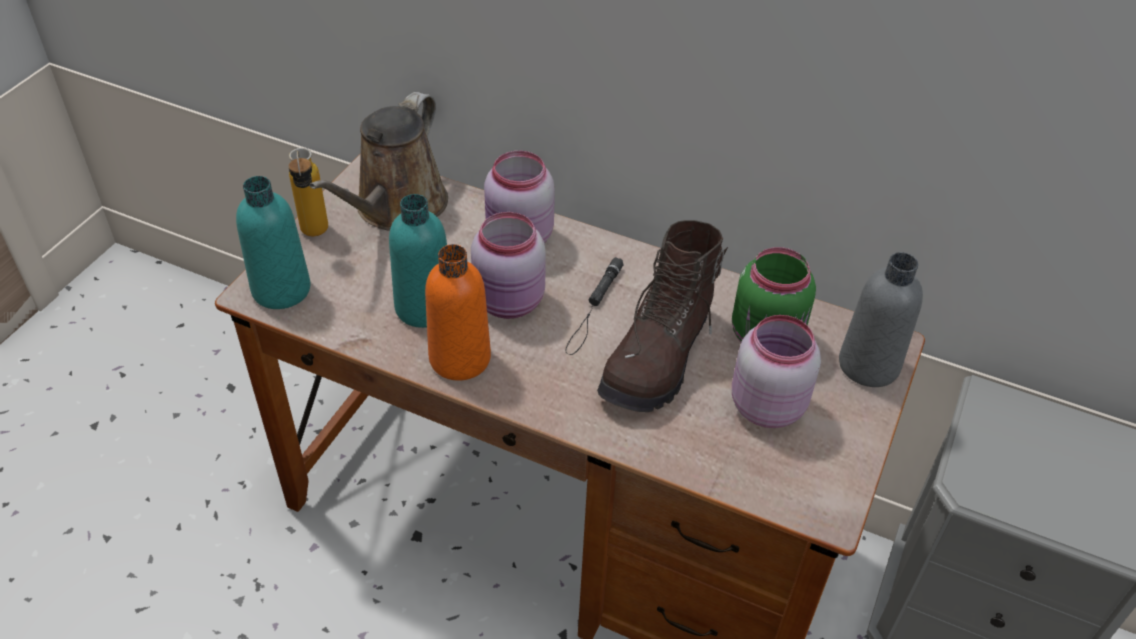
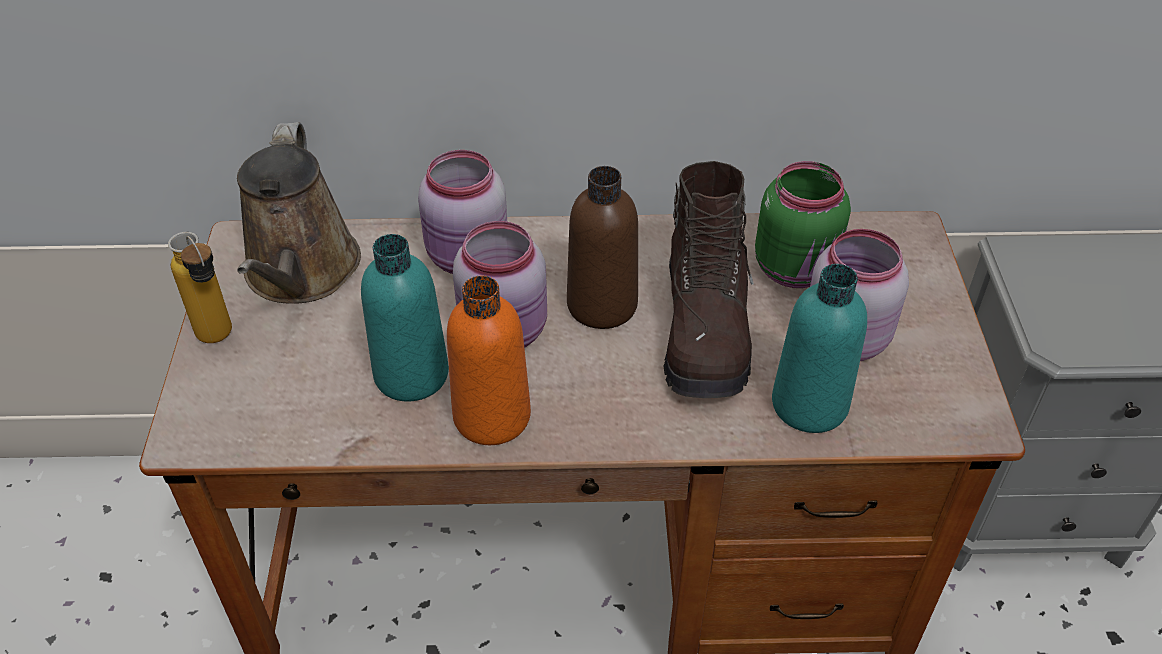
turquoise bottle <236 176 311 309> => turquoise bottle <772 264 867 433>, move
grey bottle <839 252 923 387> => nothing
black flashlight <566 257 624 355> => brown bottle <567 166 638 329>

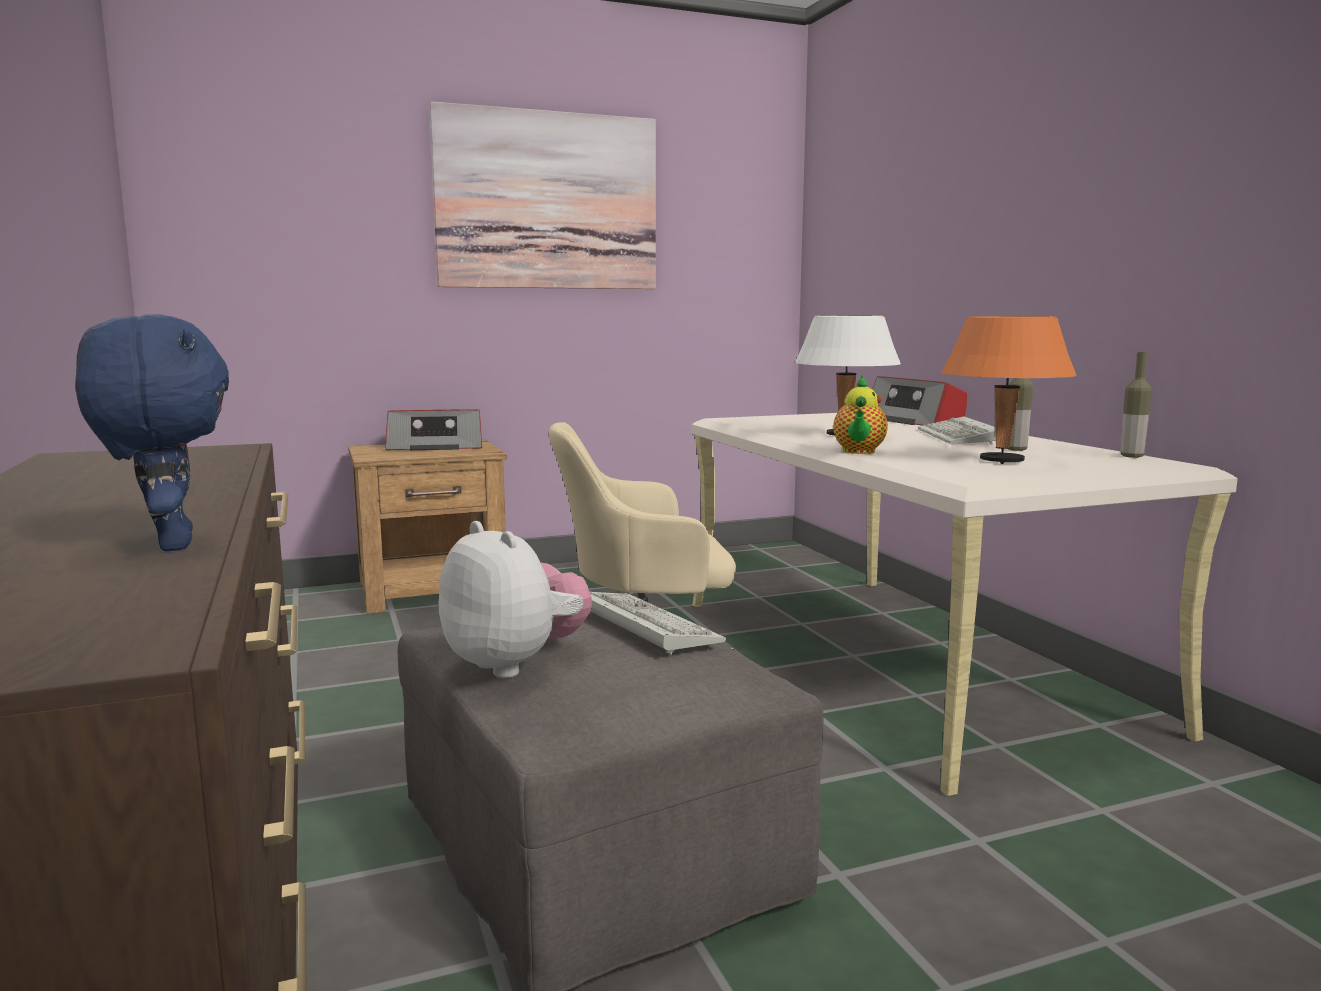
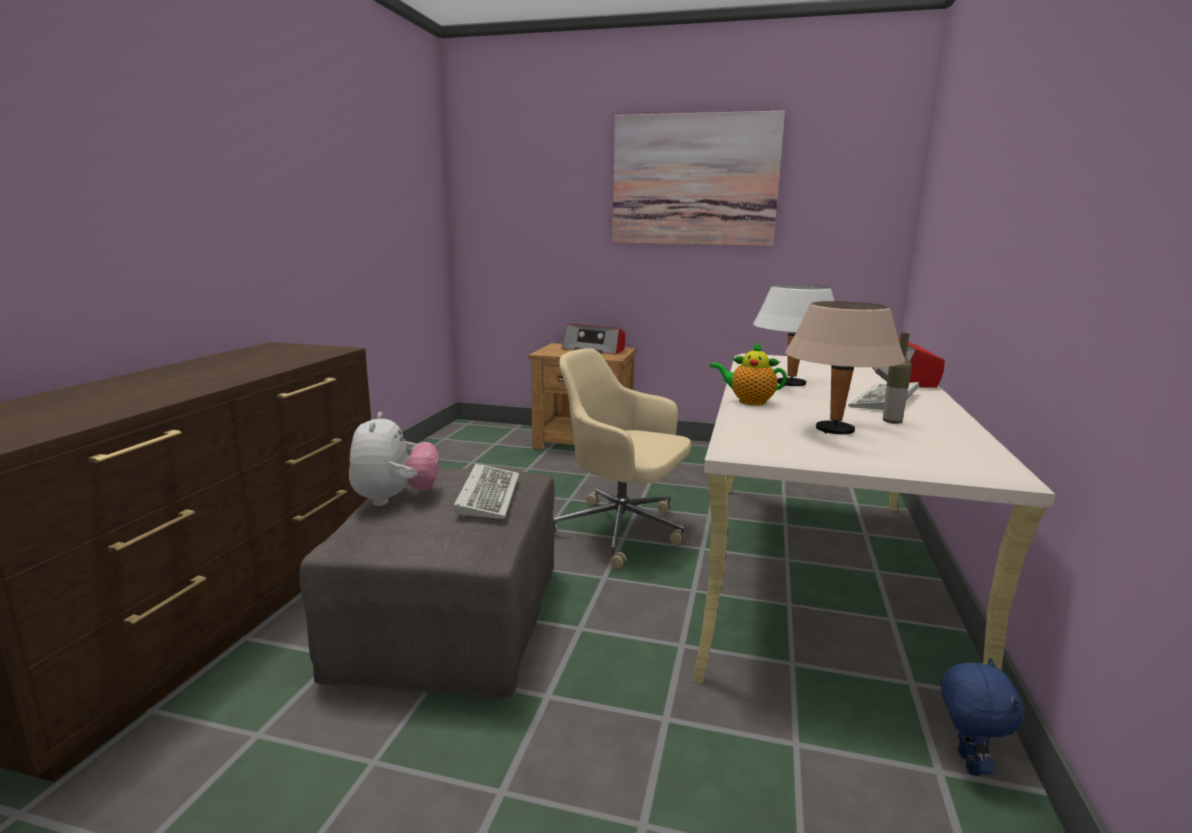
blue plush toy <75 314 229 551> => blue plush toy <941 658 1024 776>, move
orange table lamp <941 316 1077 464> => beige table lamp <785 301 905 434>
bottle <1120 352 1152 458> => nothing
teapot <833 376 888 454> => teapot <710 341 787 406>, 60 degrees clockwise

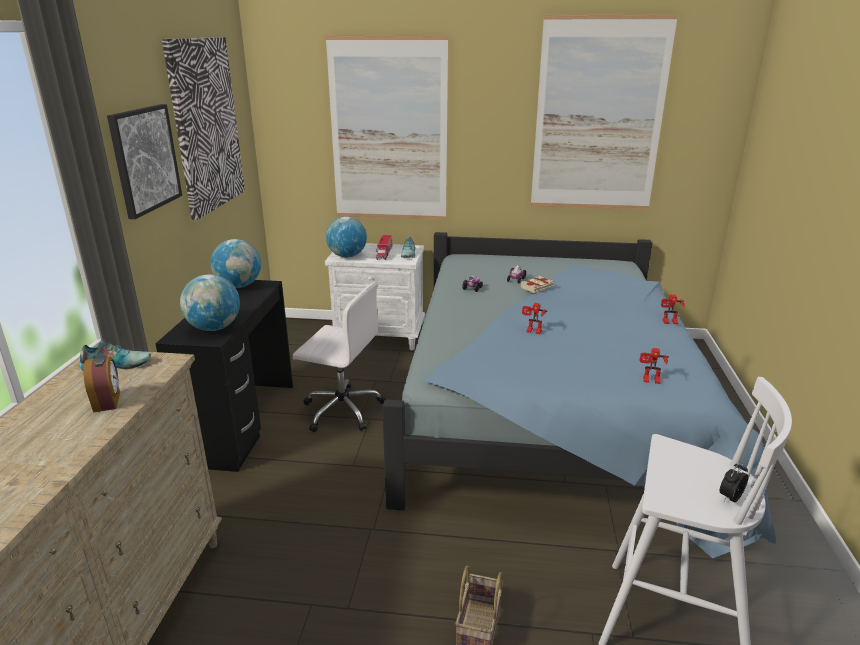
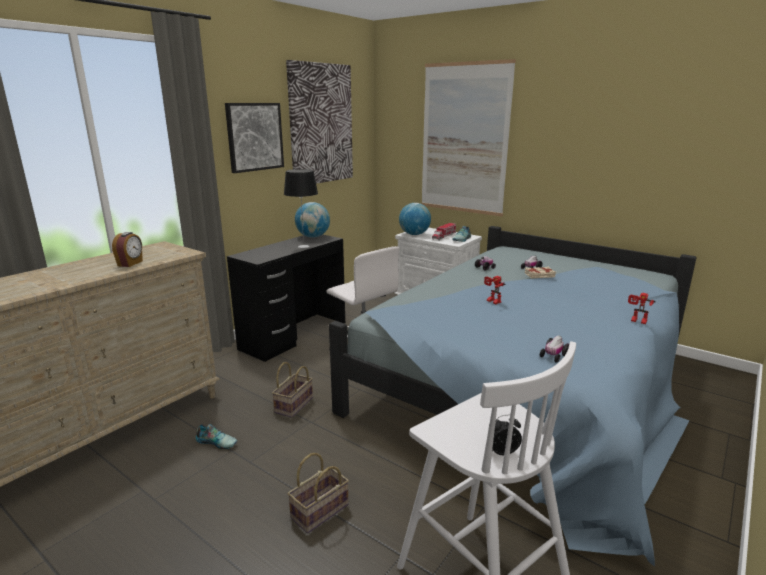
picture <531 14 678 210> => nothing
globe <180 274 240 331> => nothing
shoe <79 340 151 371> => shoe <196 424 237 450>, move
toy robot <640 348 668 384> => toy car <540 335 569 363>
nothing => table lamp <284 169 318 248>
nothing => basket <272 362 313 418>

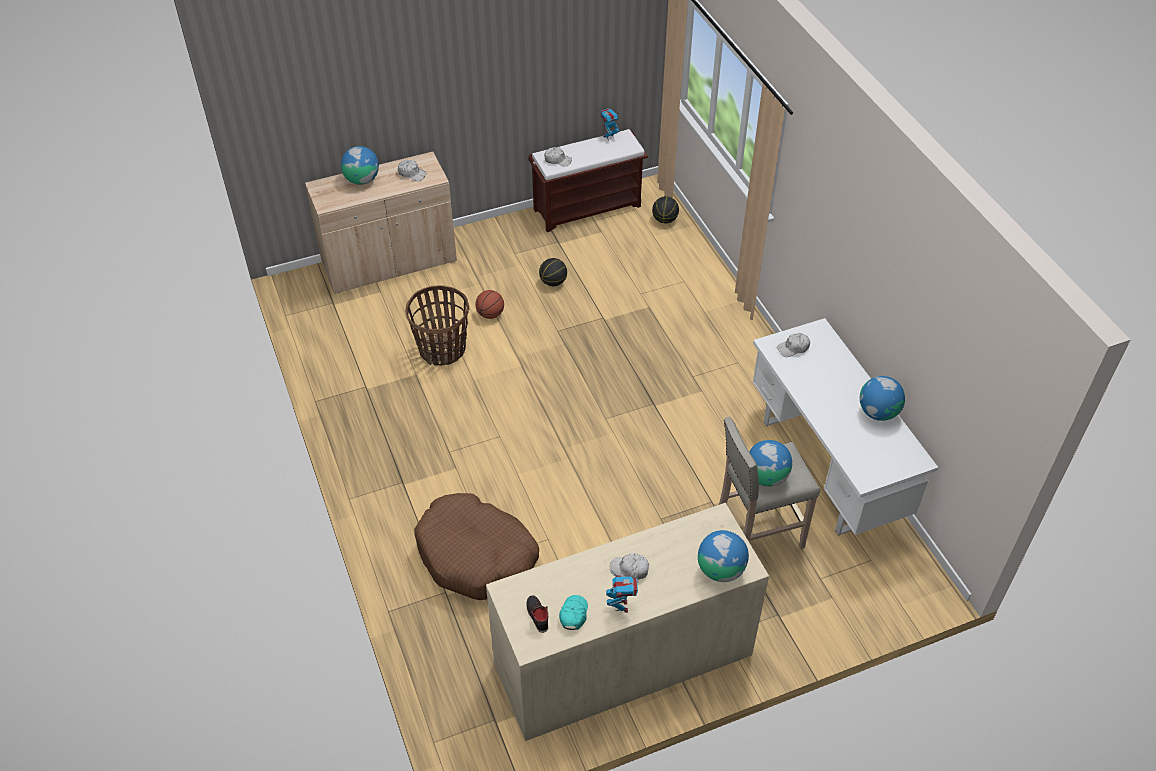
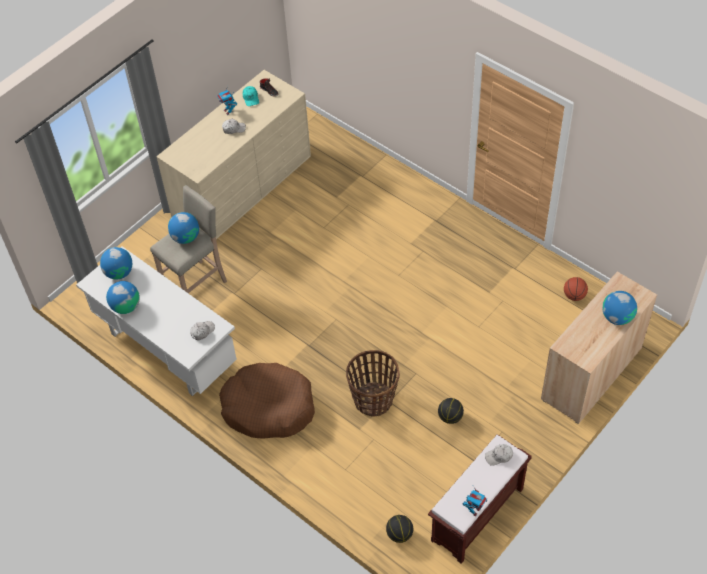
white cap <398 160 427 181> => nothing
basket <405 285 469 366> => basket <346 350 400 417>, move
basketball <475 290 504 319> => basketball <564 277 588 301>, move
brown dog bed <414 493 539 600> => brown dog bed <219 363 315 438>, move
globe <698 530 749 582> => globe <100 247 132 279>, move

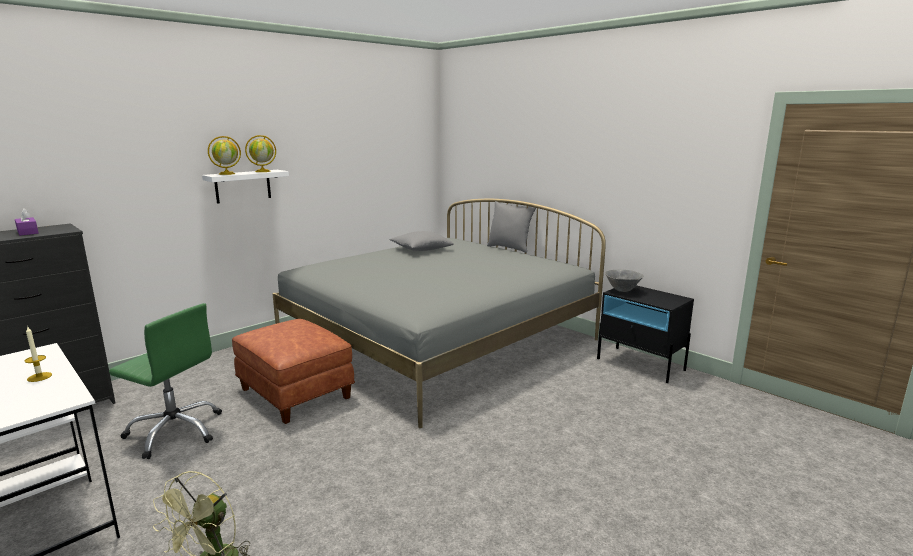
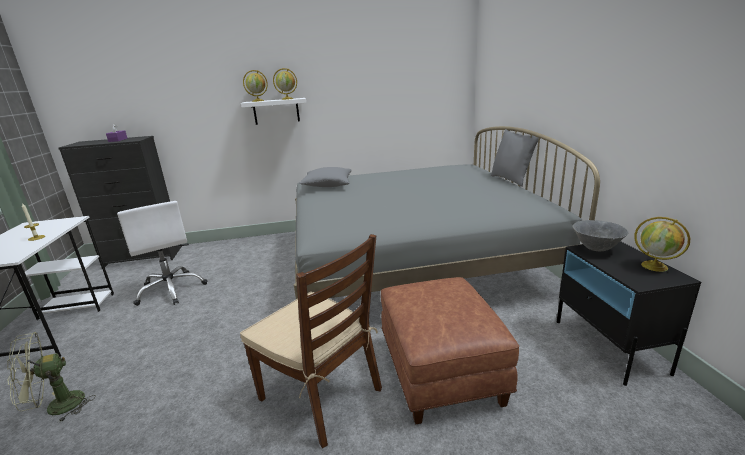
grey pillow <389 231 454 251> => grey pillow <299 167 352 187>, move
green office chair <109 303 222 459> => white office chair <117 201 208 306>
brown ottoman <232 319 355 424> => brown ottoman <381 277 519 424>, move
nothing => globe <634 217 690 272>
nothing => brown chair <240 234 382 448>

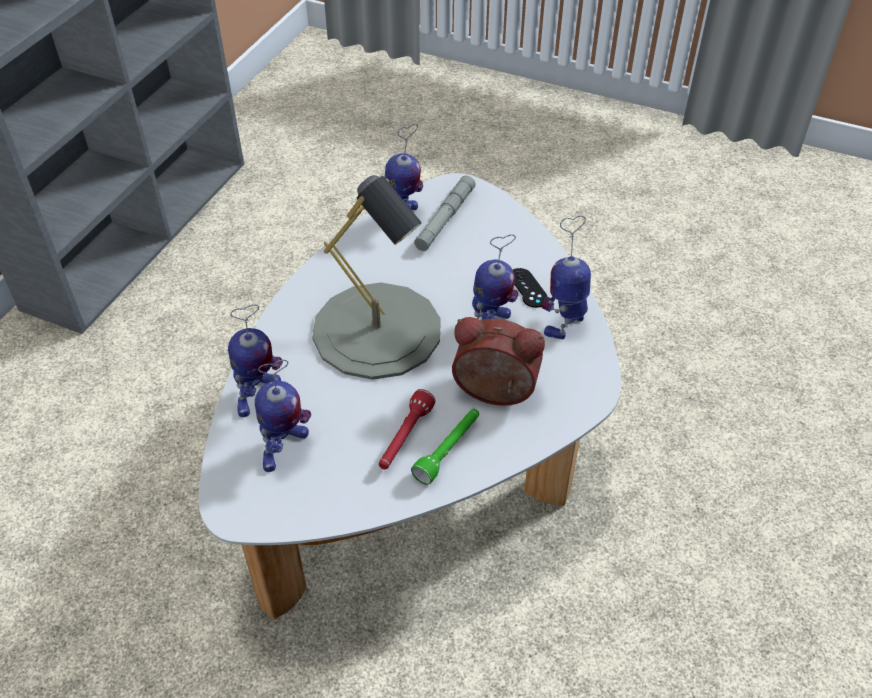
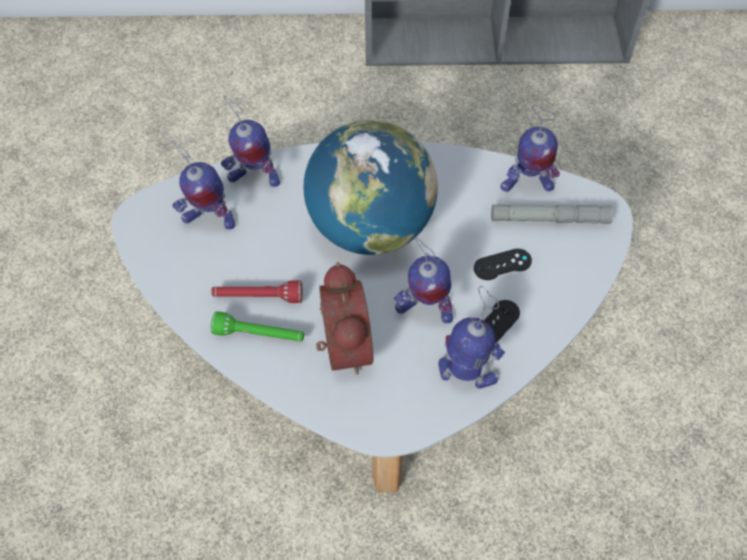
grey table lamp <312 175 441 380> => globe <304 120 438 255>
nothing => black game controller <474 248 532 280>

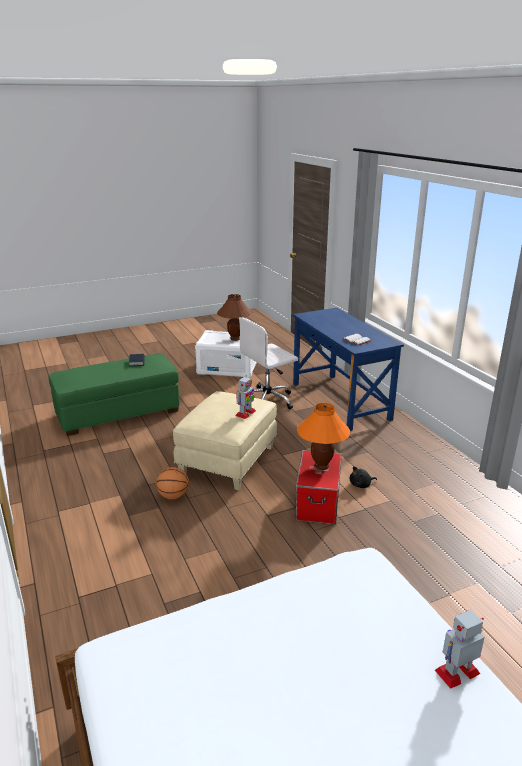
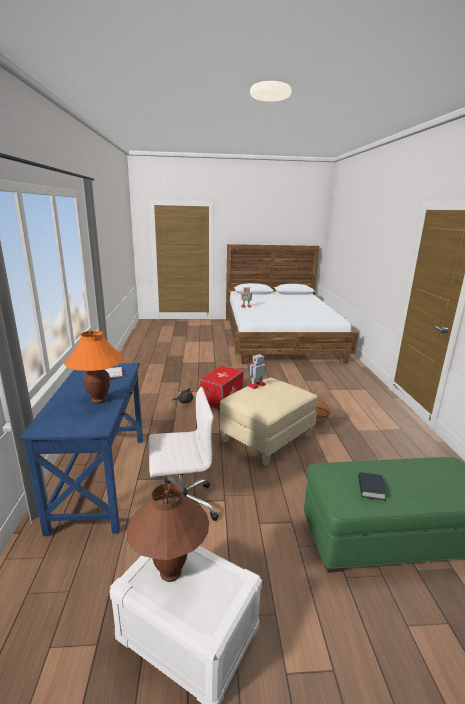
orange table lamp <297 403 350 470> => orange table lamp <64 331 124 404>, move

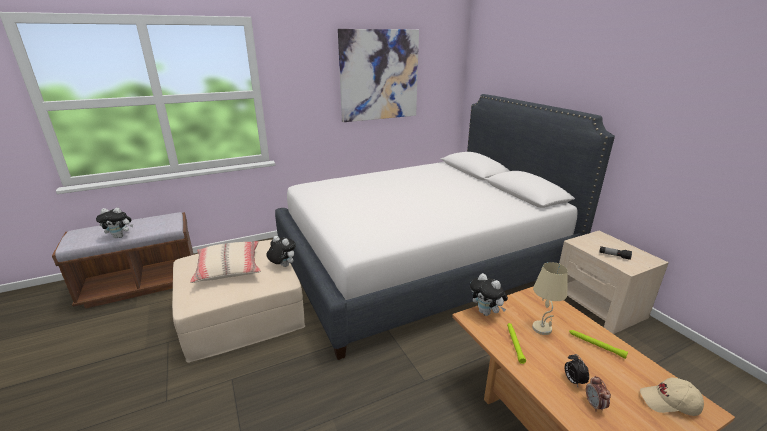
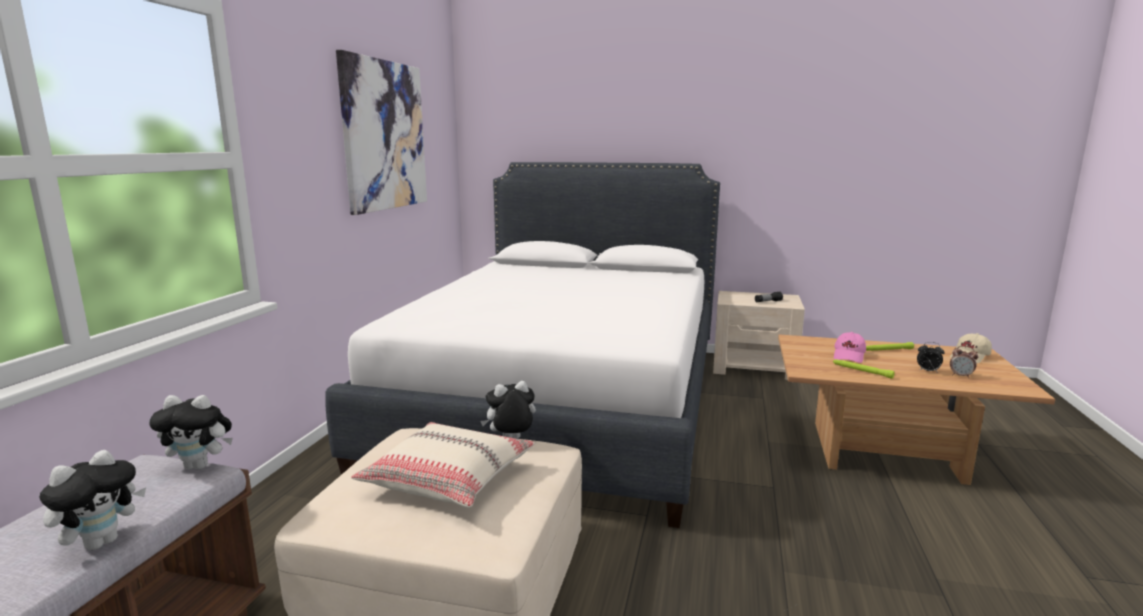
beige table lamp <532 262 568 335> => pink cap <834 332 866 363>
plush toy <470 273 508 316> => plush toy <150 395 233 469>, move

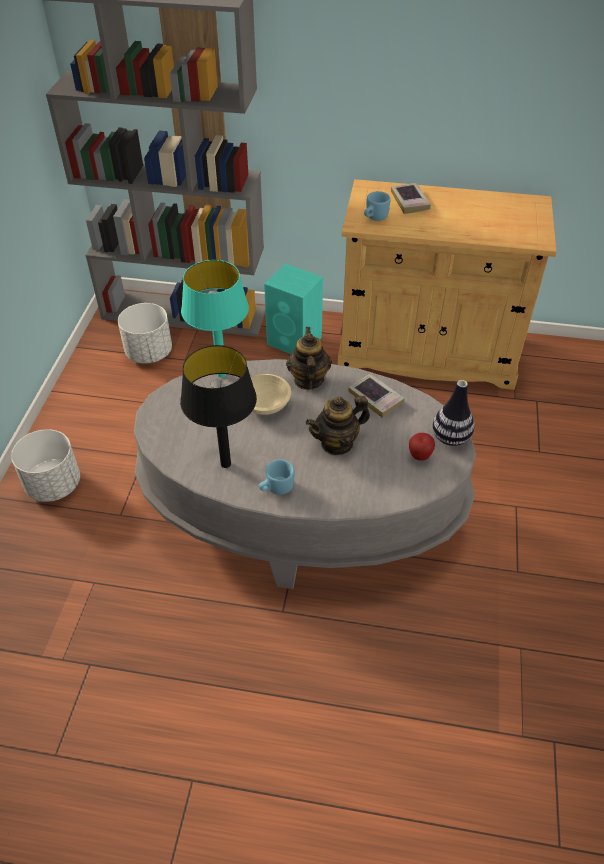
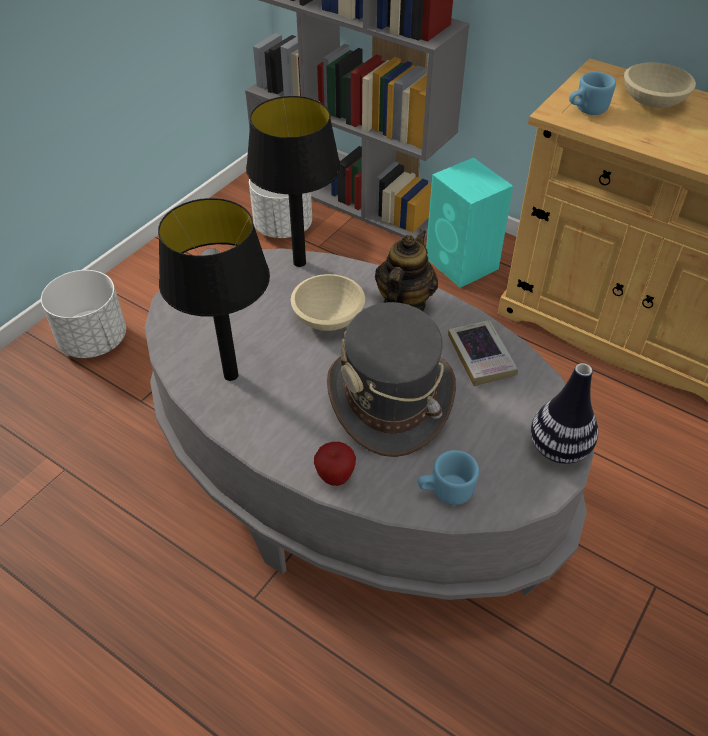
book <391 183 431 214> => beige bowl <624 62 696 108>
turquoise table lamp <181 260 249 377> => black table lamp <246 96 341 267>
teapot <306 396 370 455> => grey hat <327 302 456 457>
apple <409 433 435 461> => apple <314 442 356 486>, move
blue mug <259 459 294 495> => blue mug <418 450 479 505>, move

